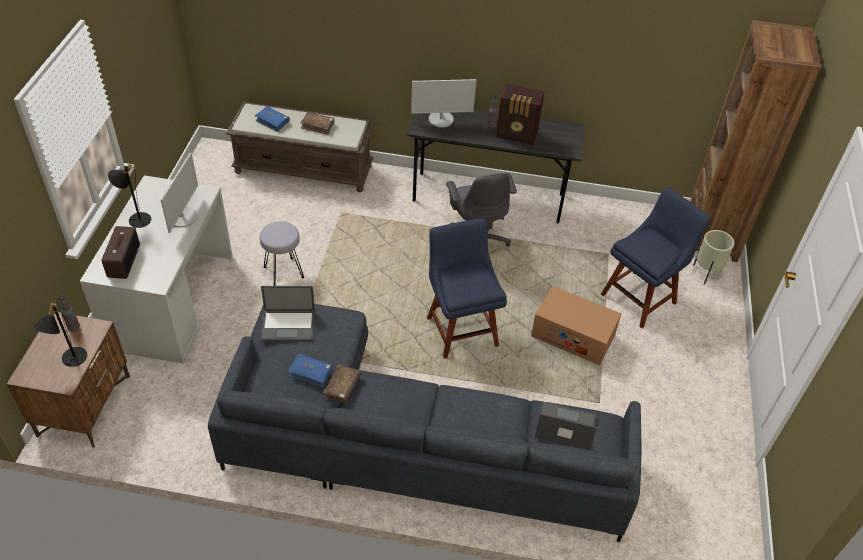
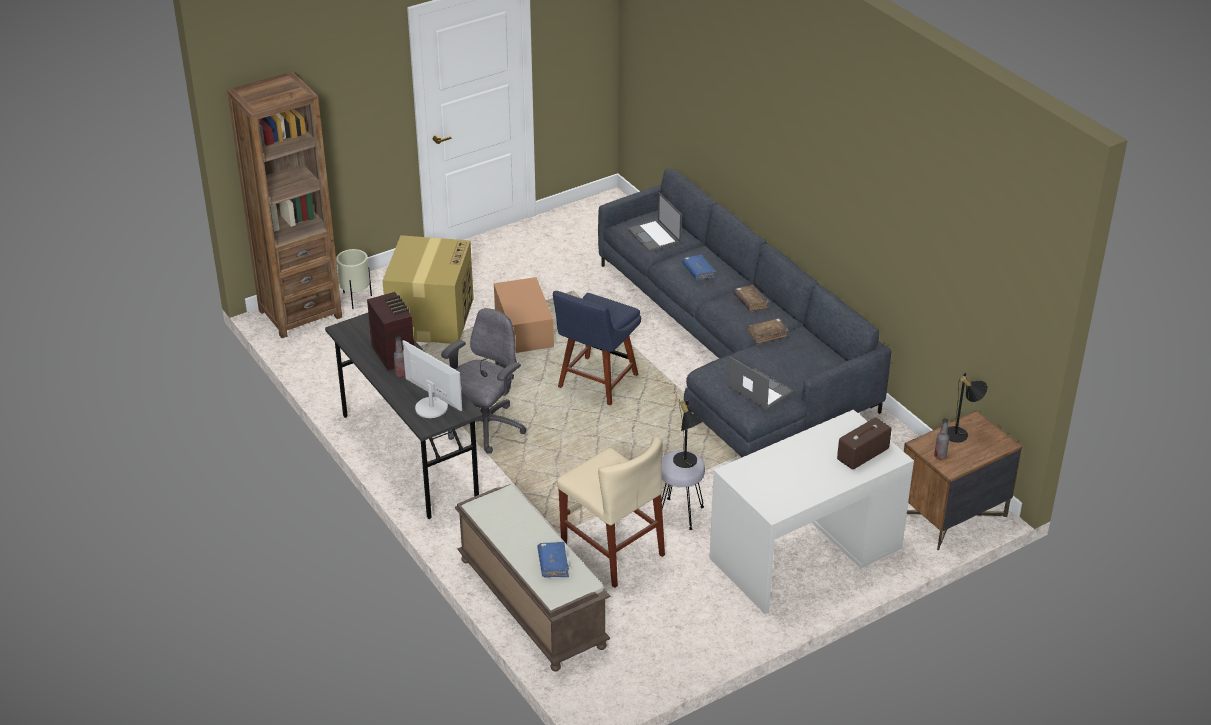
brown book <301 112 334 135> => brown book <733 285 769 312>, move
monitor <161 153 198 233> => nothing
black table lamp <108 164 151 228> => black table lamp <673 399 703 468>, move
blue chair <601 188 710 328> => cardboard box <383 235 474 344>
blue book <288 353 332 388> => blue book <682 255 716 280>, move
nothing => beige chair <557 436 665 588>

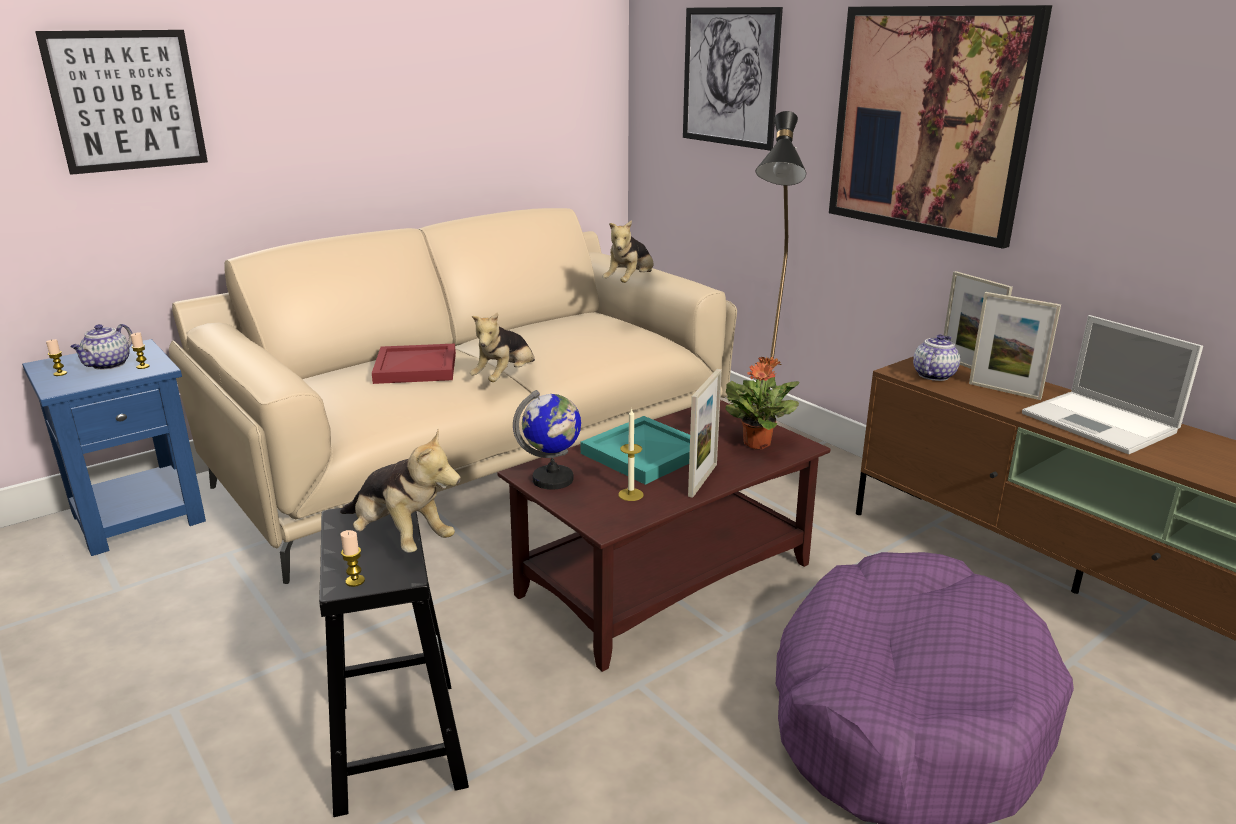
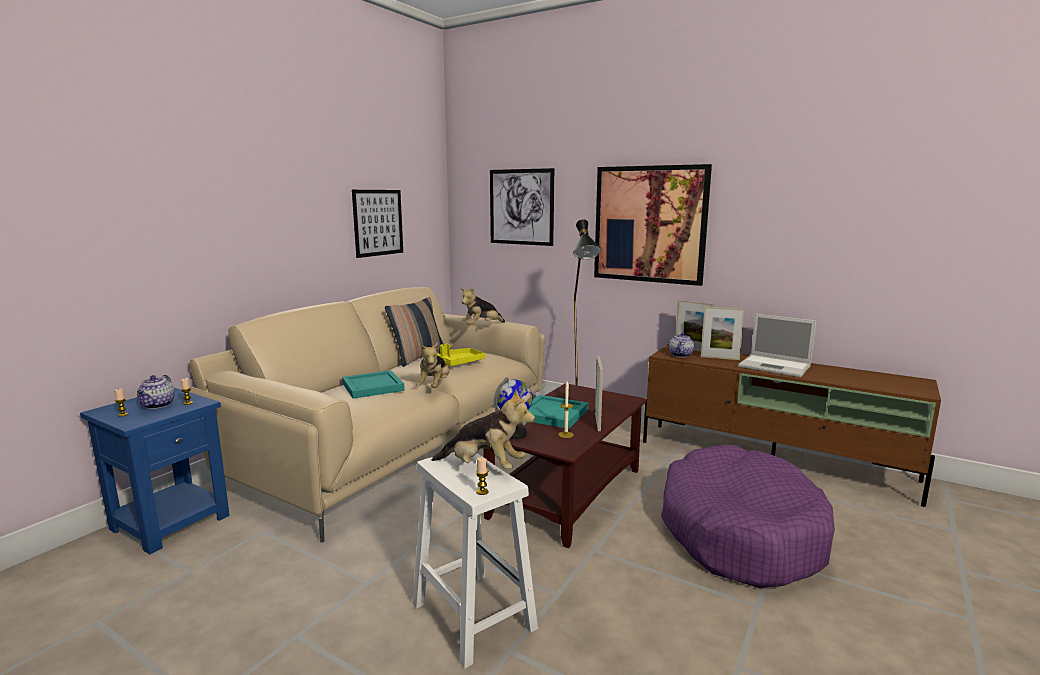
picture <35 30 208 175> => picture <352 190 403 258>, move
plush toy <602 220 653 283> => plush toy <461 288 505 324>, 45 degrees clockwise
red tray <372 344 456 384> => turquoise tray <342 370 405 399>
potted plant <725 357 800 449> => nothing
black stool <319 508 469 817> => white stool <412 452 538 669>
nothing => pillow <385 297 444 367>
nothing => yellow tray <437 344 485 366>

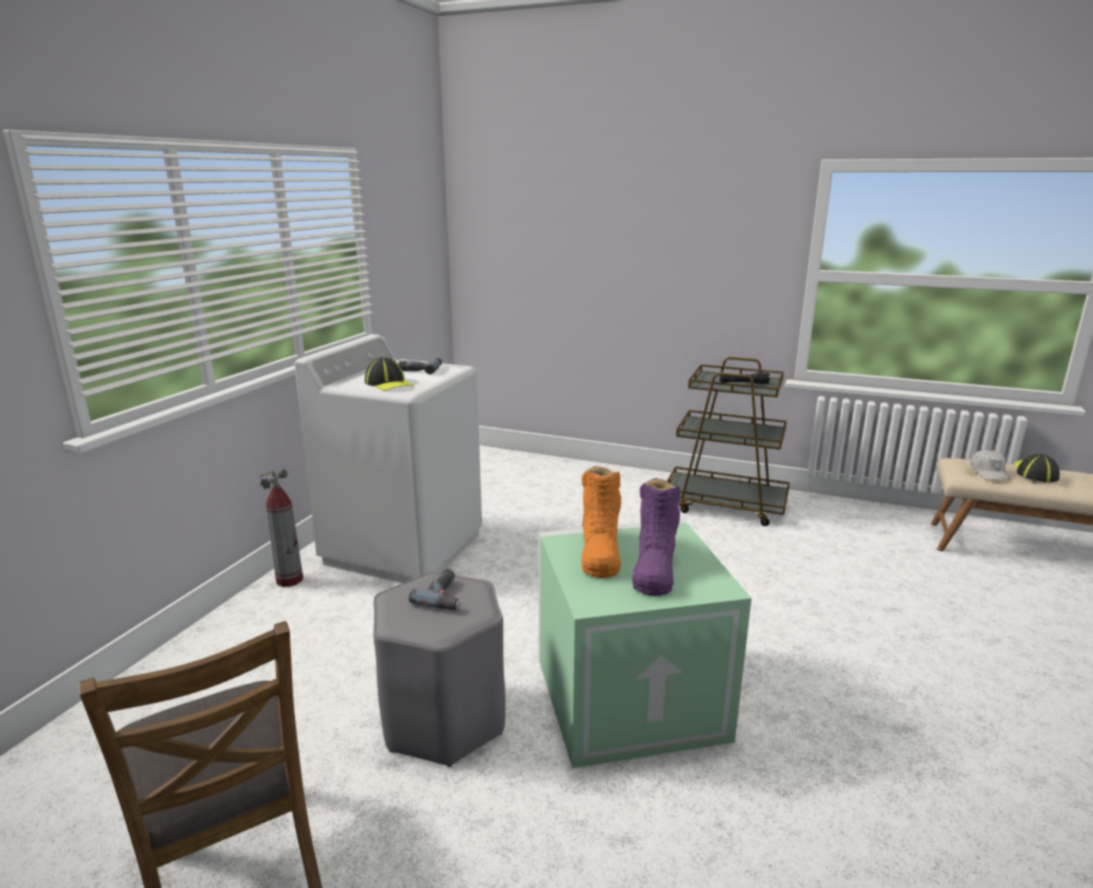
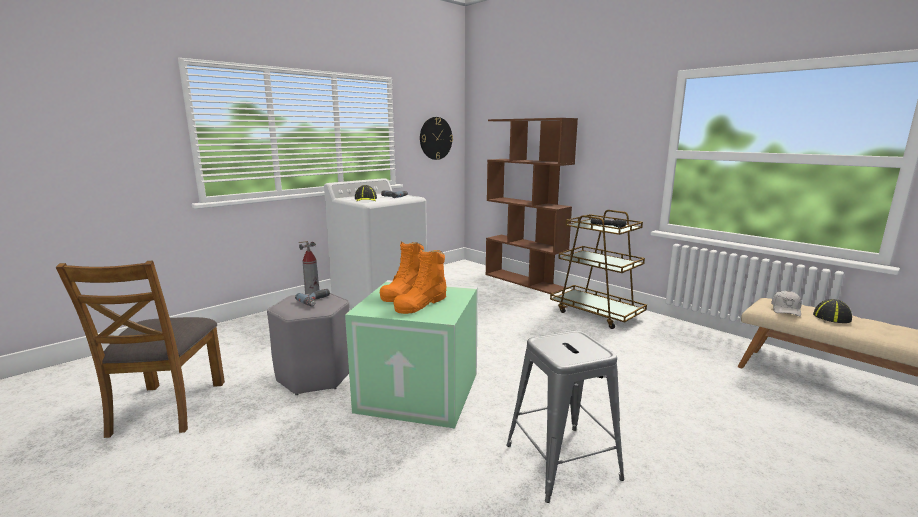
purple boot <632 478 680 596> => orange boot <394 249 447 314>
nothing => wall clock <420 117 453 160>
nothing => brown bookcase <486 118 578 294>
nothing => grey stool <506 331 624 503>

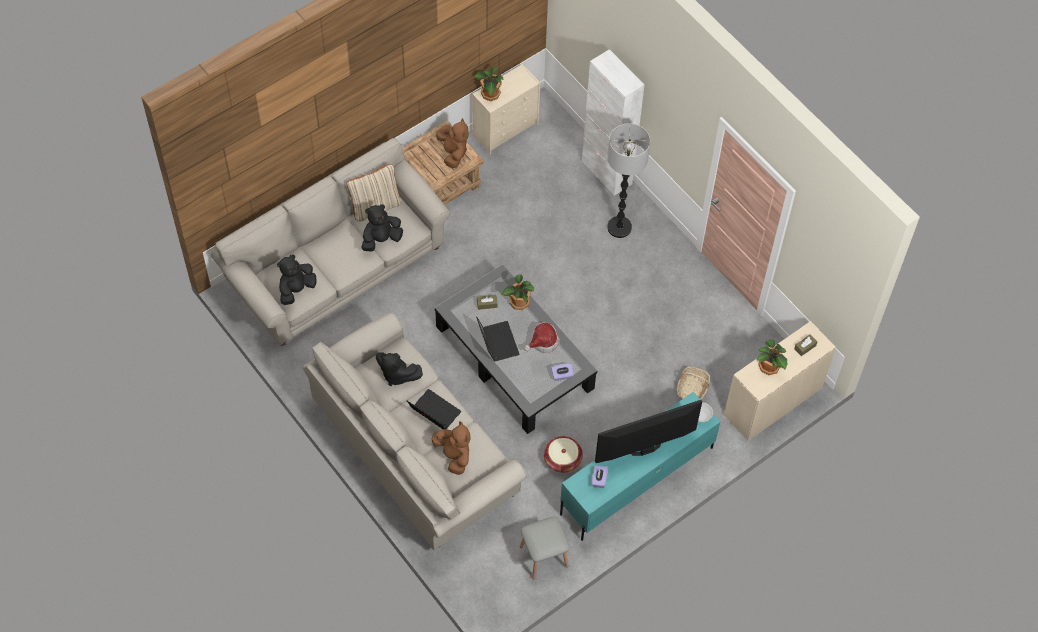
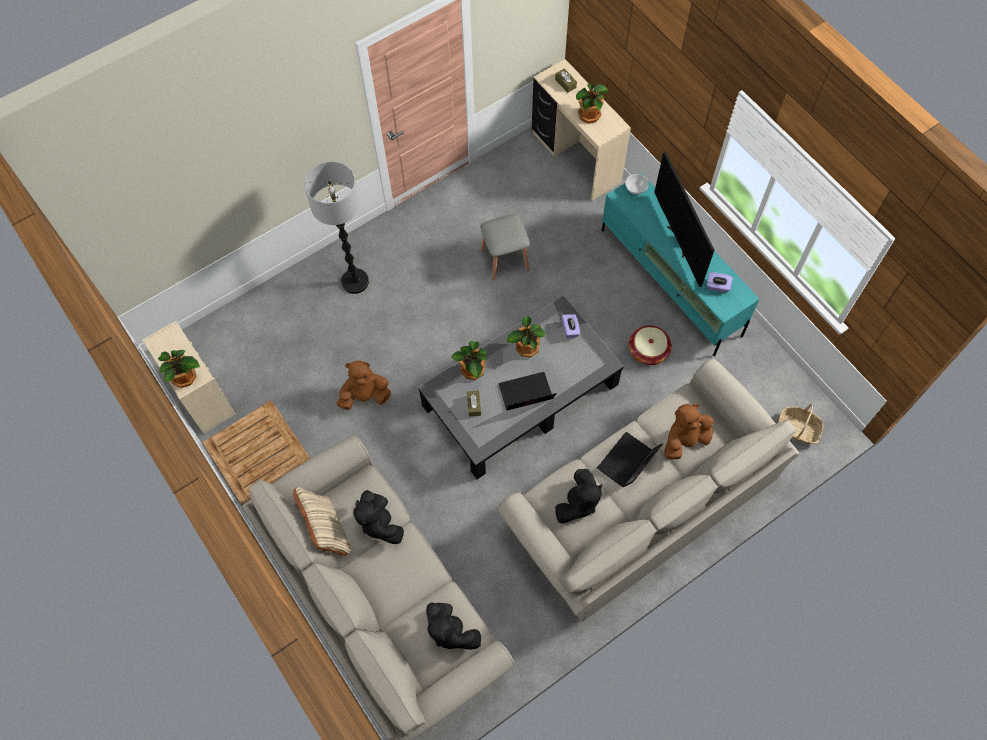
white cabinet <582 49 644 196> => nothing
brown plush toy <436 118 469 168> => brown plush toy <336 361 391 410>, move
hat <524 322 560 353> => potted plant <506 316 545 357>
basket <677 367 710 400> => basket <778 404 823 444>, move
grey stool <520 517 570 579> => grey stool <480 214 530 280>, move

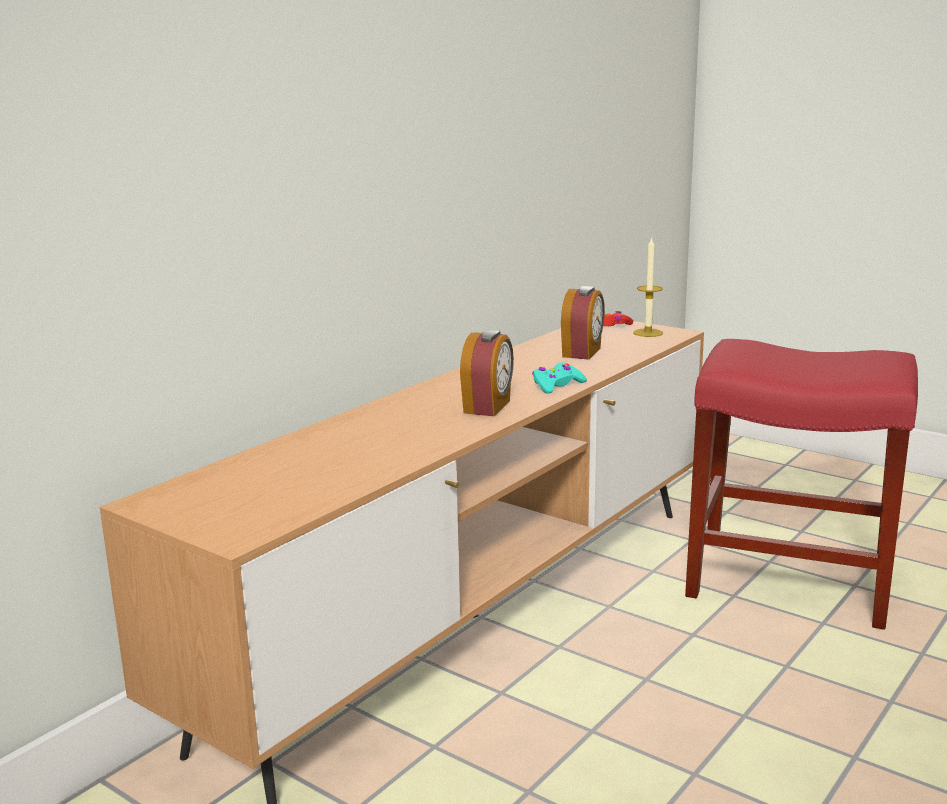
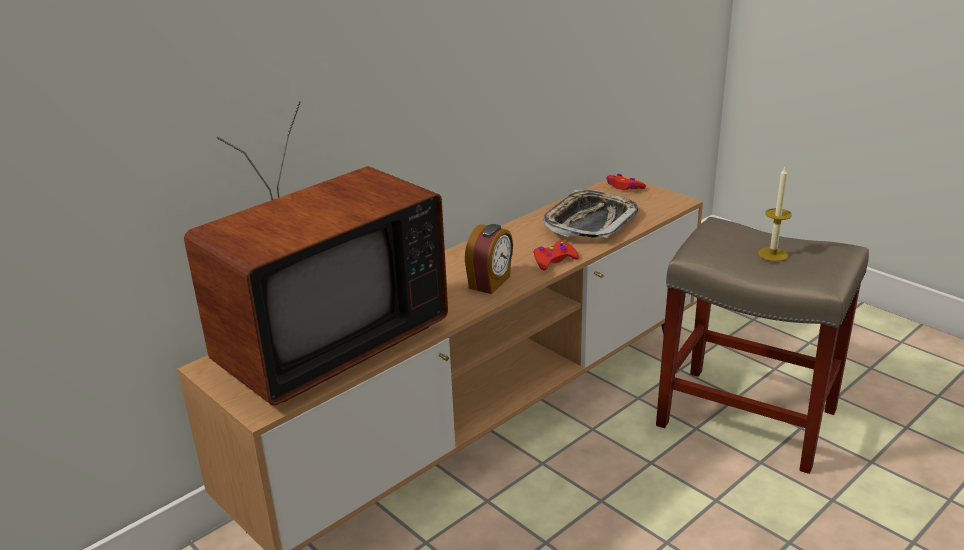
candle <633 237 663 337> => candle <758 167 792 262>, move
alarm clock <561 286 605 360> => tray <543 190 639 238>
red stool <685 339 918 629> => beige stool <656 217 869 474>
turquoise game controller <532 362 587 394> => red game controller <534 240 580 270>
nothing => television <184 102 448 406>

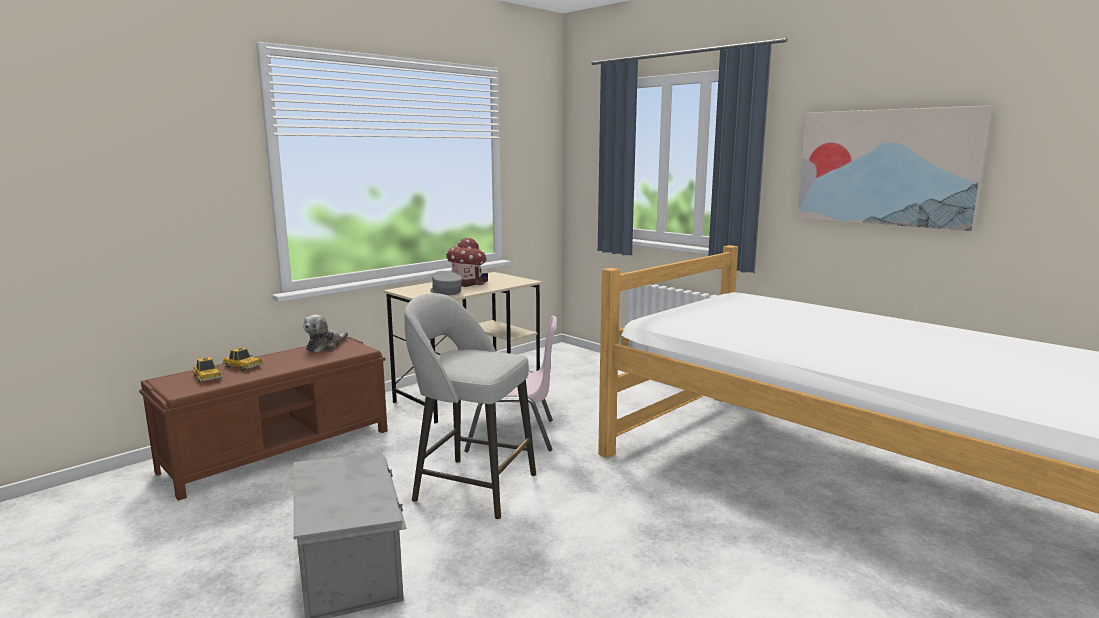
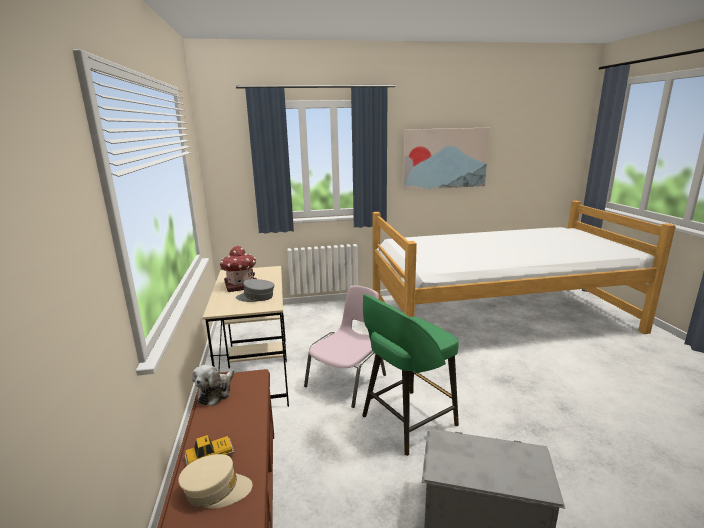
grey stool <404 293 536 519> => green stool <362 294 459 456>
plush toy <303 315 348 353> => plush toy <192 365 234 406>, 45 degrees clockwise
toy car <192 357 223 383> => beige cap <178 454 252 509>

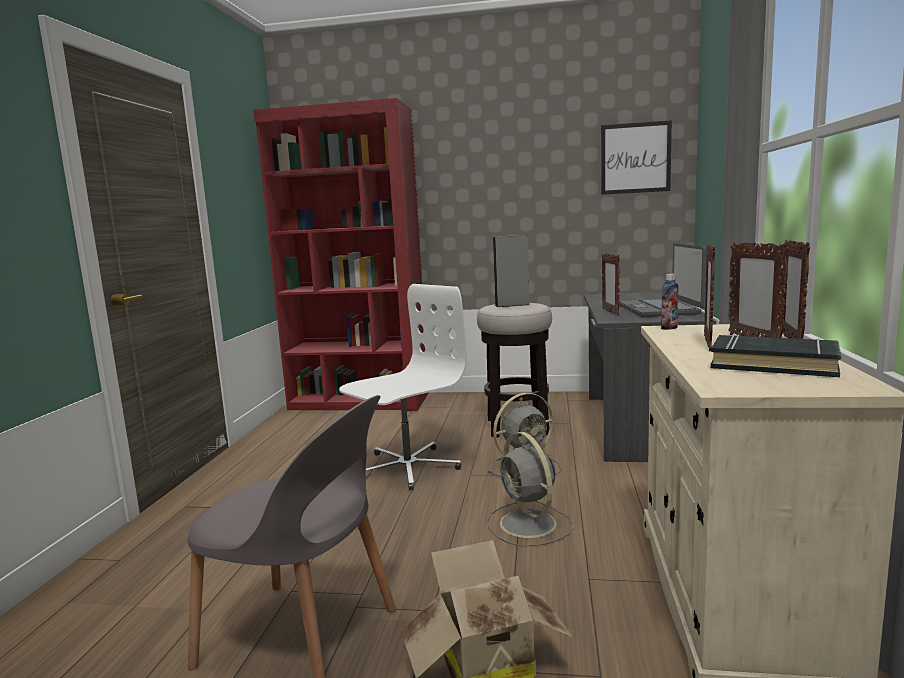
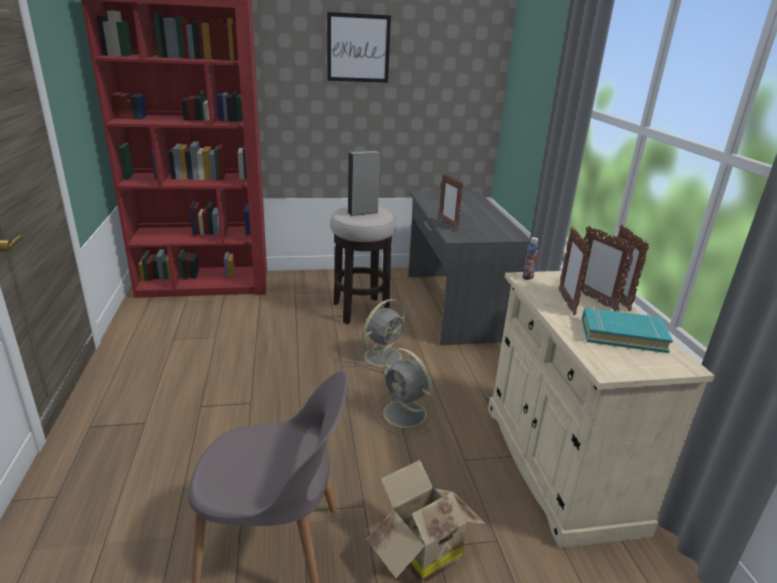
picture <601 120 672 195> => picture <327 12 391 83>, move
laptop <619 243 706 317> => nothing
white office chair <339 284 467 490> => nothing
black book <711 334 842 377> => turquoise book <582 307 673 353>

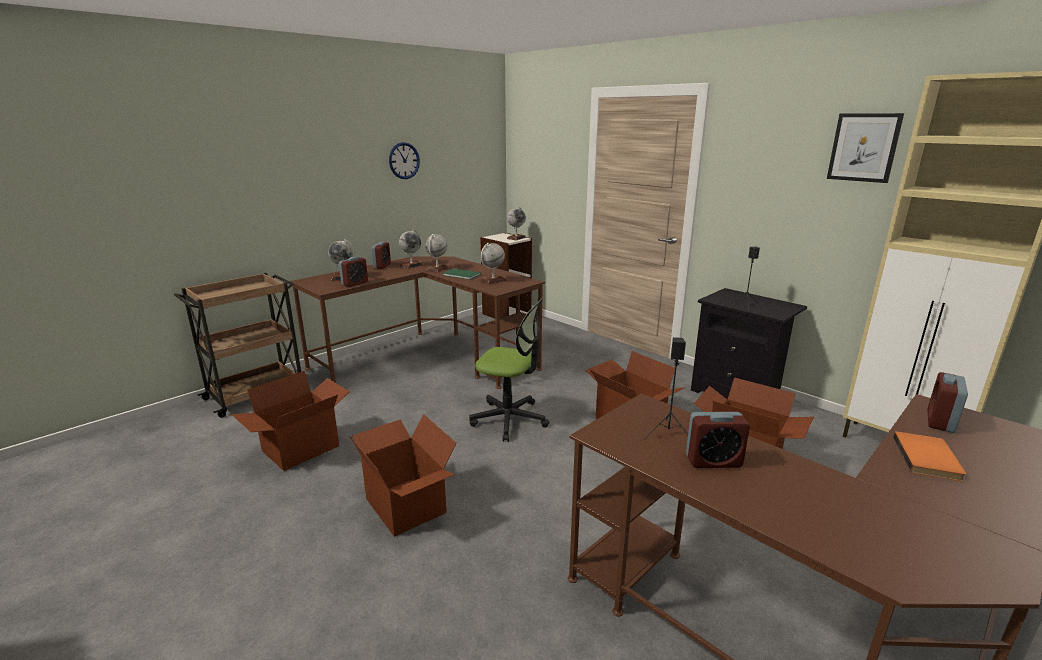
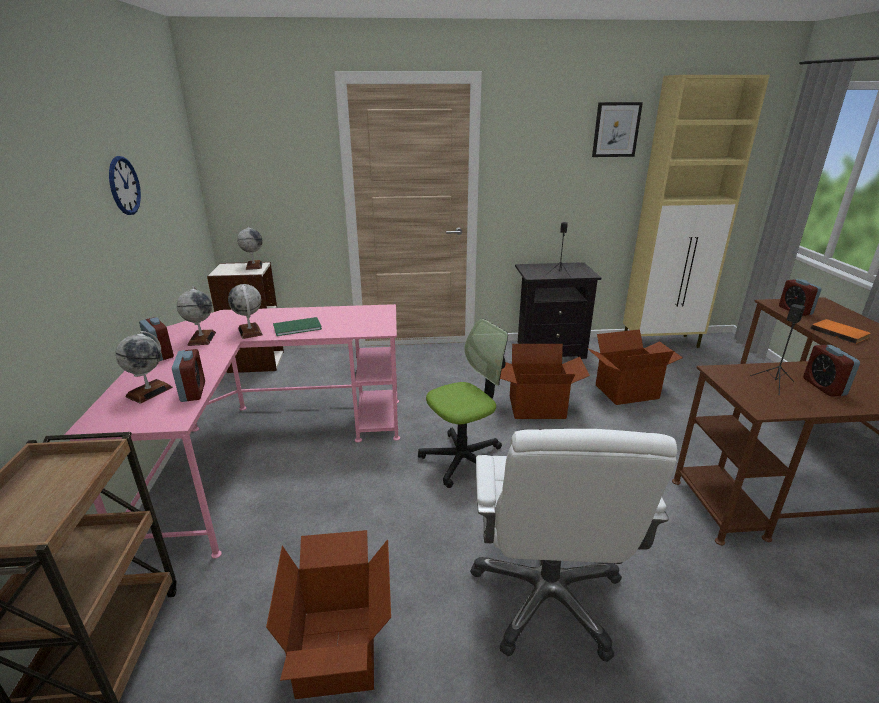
globe <480 243 506 285> => nothing
brown desk <290 256 545 389> => pink desk <64 304 400 559>
alarm clock <686 412 750 468> => alarm clock <803 345 860 396>, 135 degrees clockwise
cardboard box <350 414 457 537> => white office chair <470 429 677 662>

